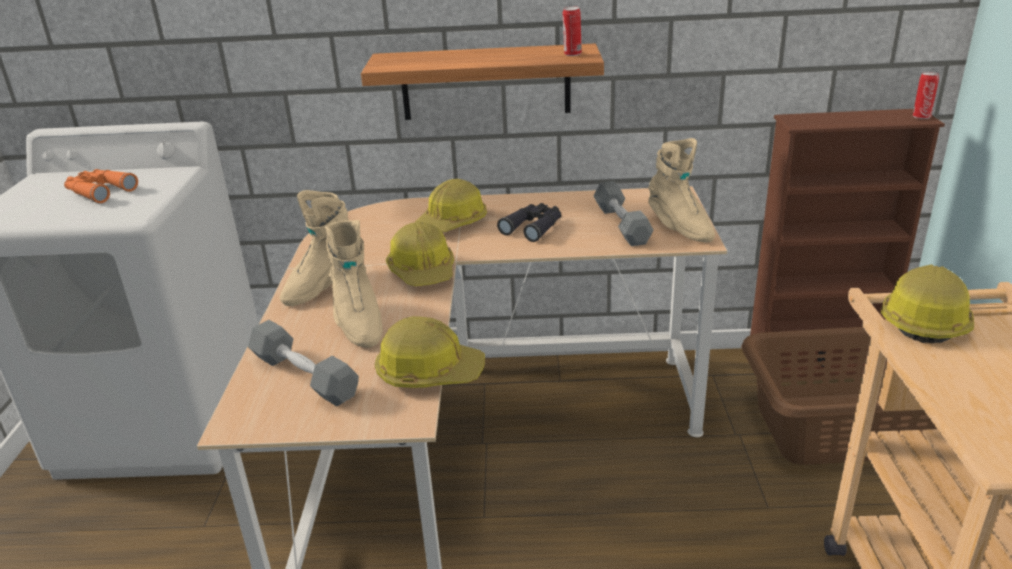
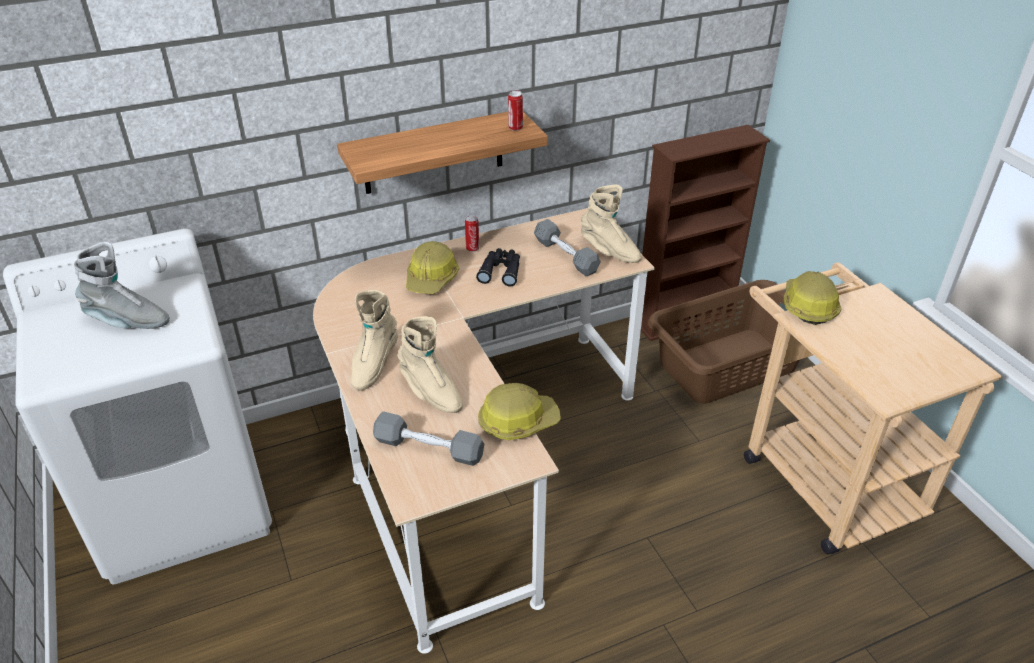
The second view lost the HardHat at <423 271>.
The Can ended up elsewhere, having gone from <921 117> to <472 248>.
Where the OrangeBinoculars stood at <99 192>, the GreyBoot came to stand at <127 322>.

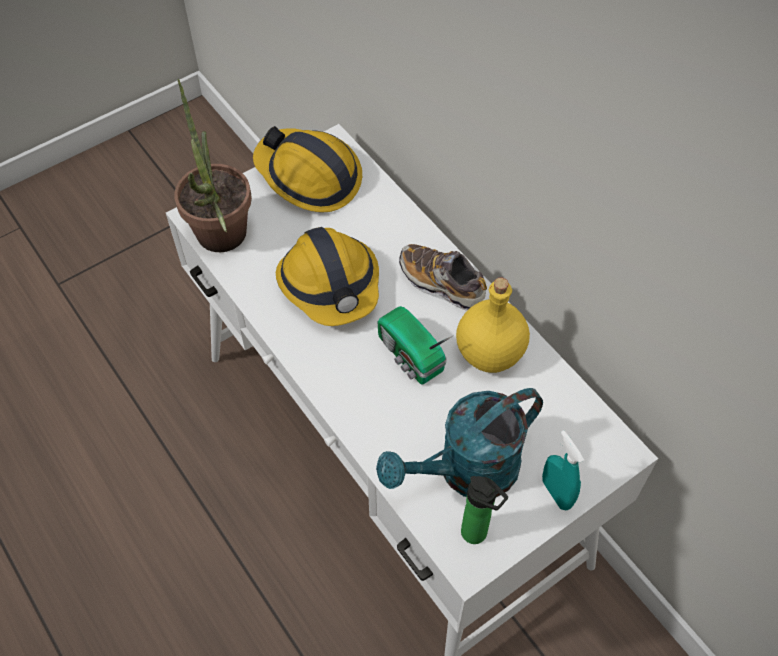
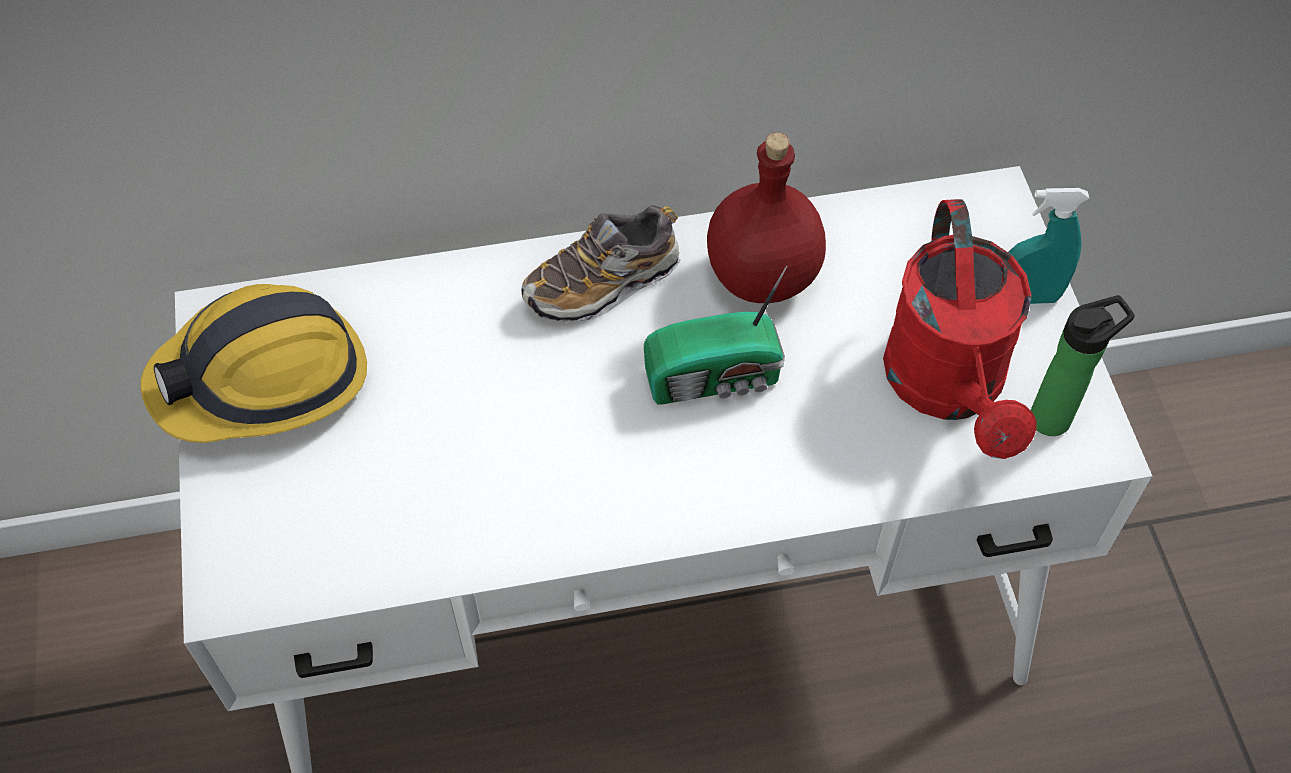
The second view lost the PottedPlant at <221 242>.
The second view lost the HardHat at <330 285>.
What was the TurquoiseWateringCan at <466 472> turned into the RedWateringCan at <950 388>.
What was the YellowBottle at <488 353> turned into the RedBottle at <762 278>.

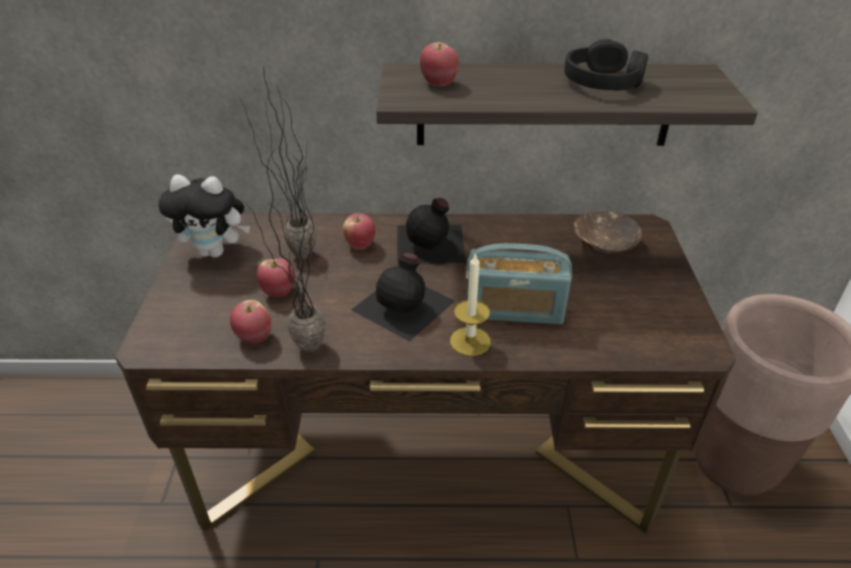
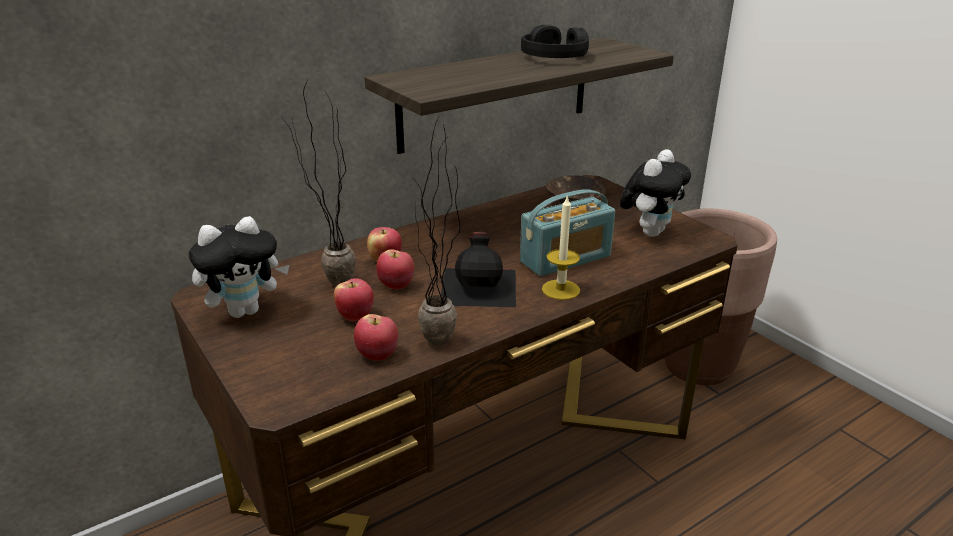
The second view lost the BlackBottle at <431 244>.
The second view gained the PlushToy at <649 232>.
The Apple ended up elsewhere, having gone from <439 83> to <396 285>.

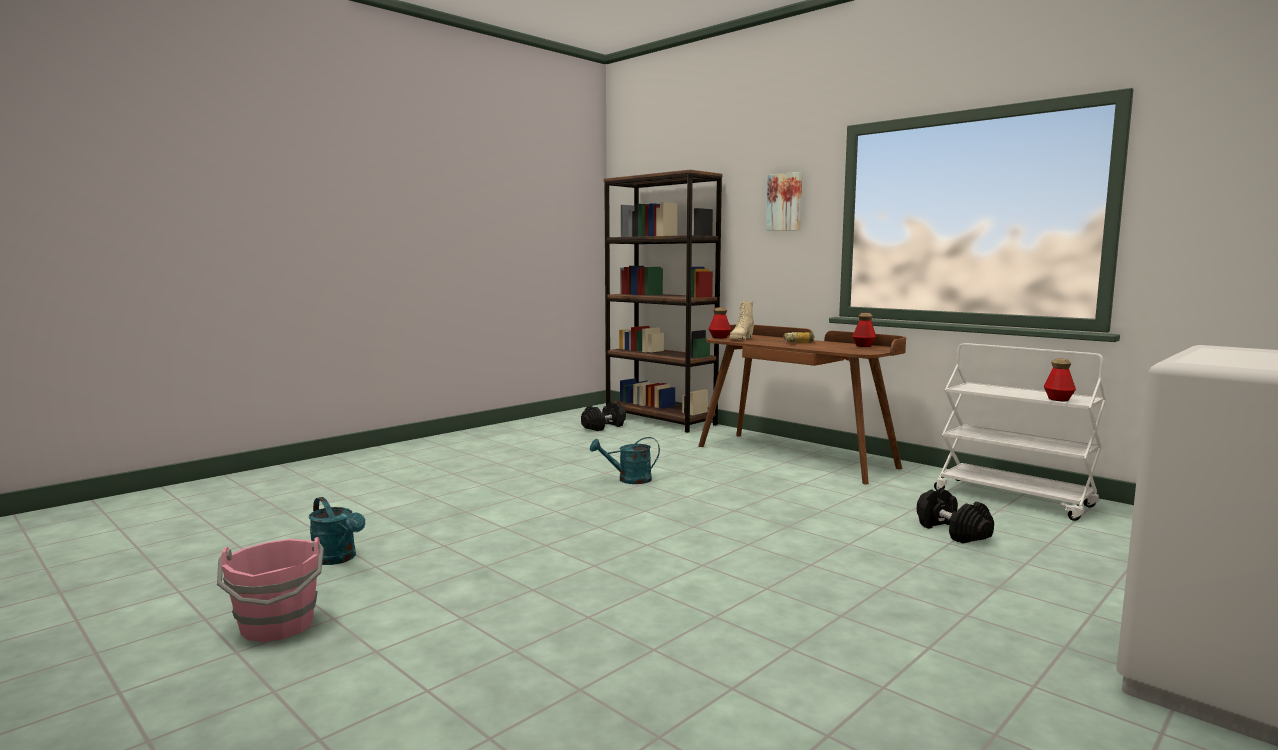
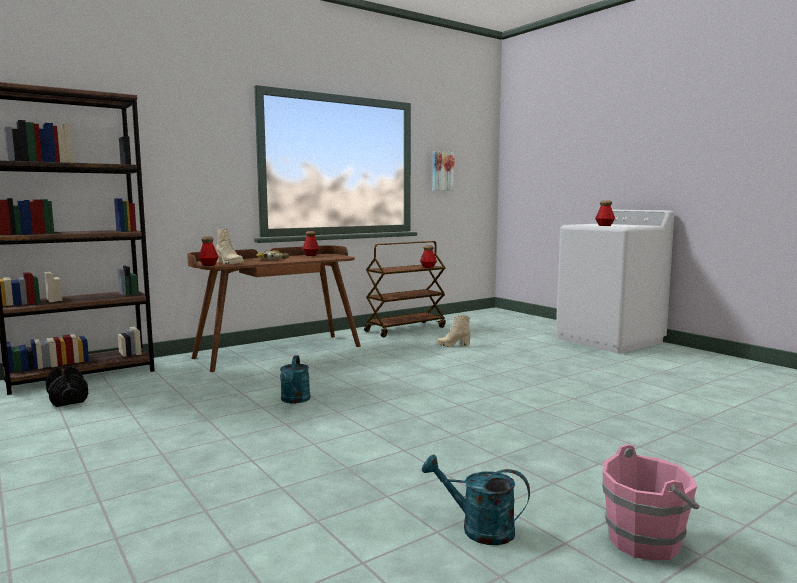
The second view gained the Bottle at <604 225>.
The Picture ended up elsewhere, having gone from <785 202> to <442 171>.
Where the BlackDumbbell stood at <952 532>, the BeigeBoot came to stand at <453 345>.
What was the WhiteCart at <1014 499> turned into the BrownCart at <405 329>.
The TurquoiseWateringCan at <338 559> ended up facing another way, 120 degrees counterclockwise from before.

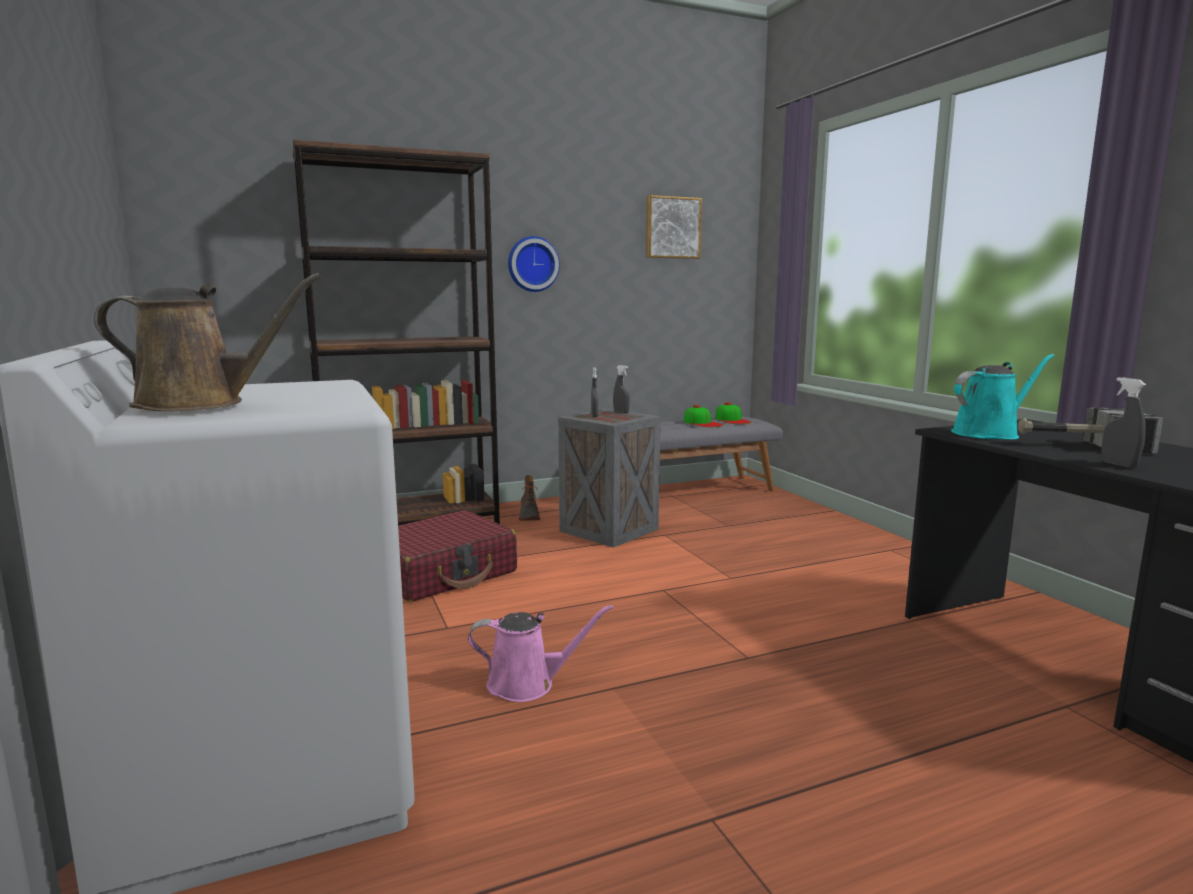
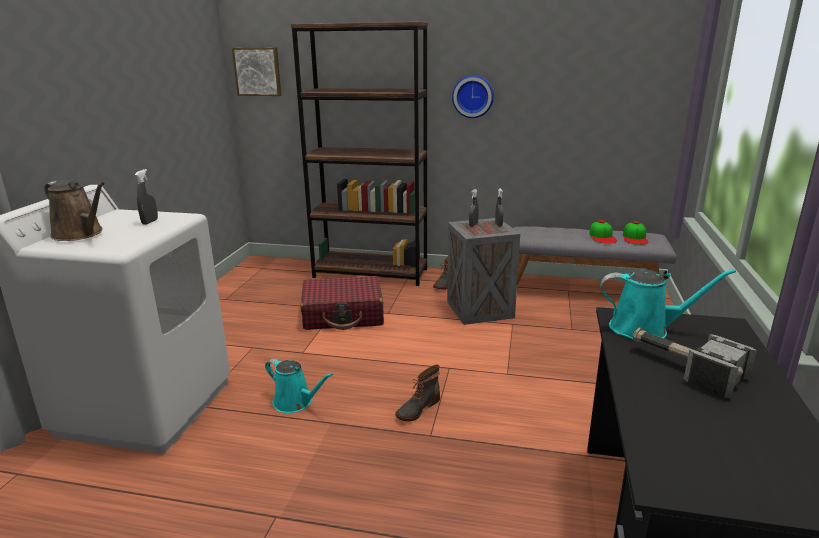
The second view gained the Boot at <417 408>.
The Picture ended up elsewhere, having gone from <672 228> to <258 71>.
The GreySprayBottle ended up elsewhere, having gone from <1119 465> to <150 222>.
What was the PinkWateringCan at <528 684> turned into the TurquoiseWateringCan at <295 402>.

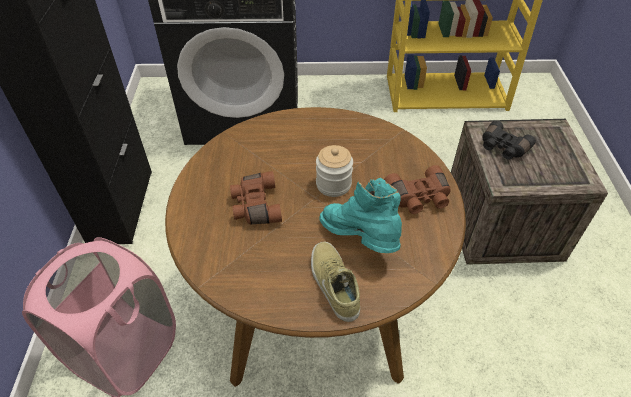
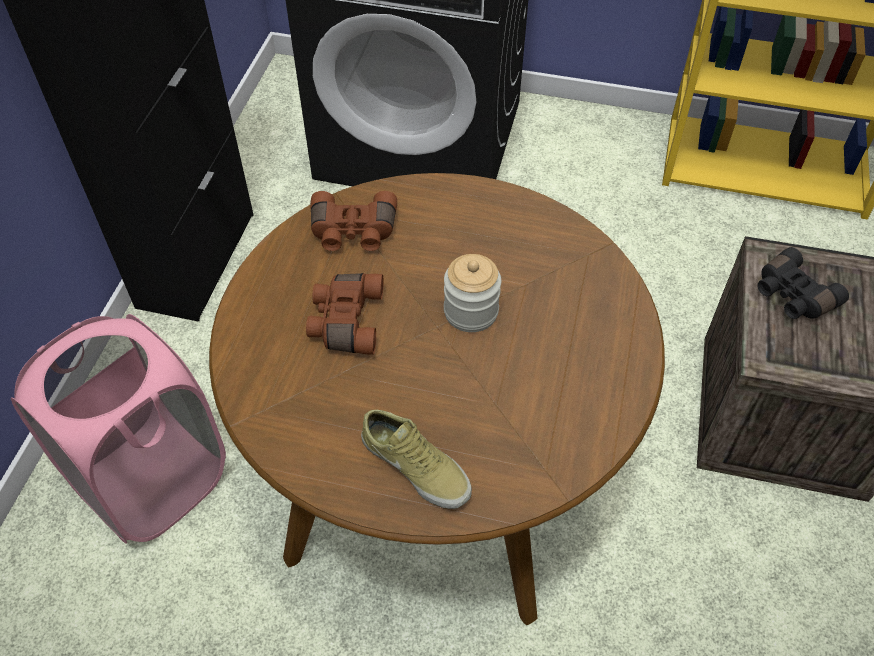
The second view lost the TurquoiseBoot at <360 240>.
The BrownBinoculars ended up elsewhere, having gone from <419 198> to <353 232>.
The BeigeShoe at <333 284> ended up facing another way, 135 degrees clockwise from before.

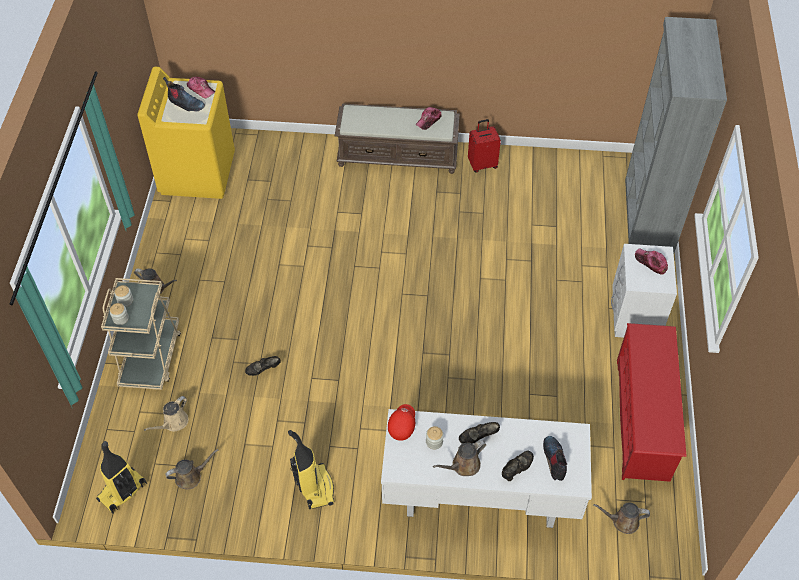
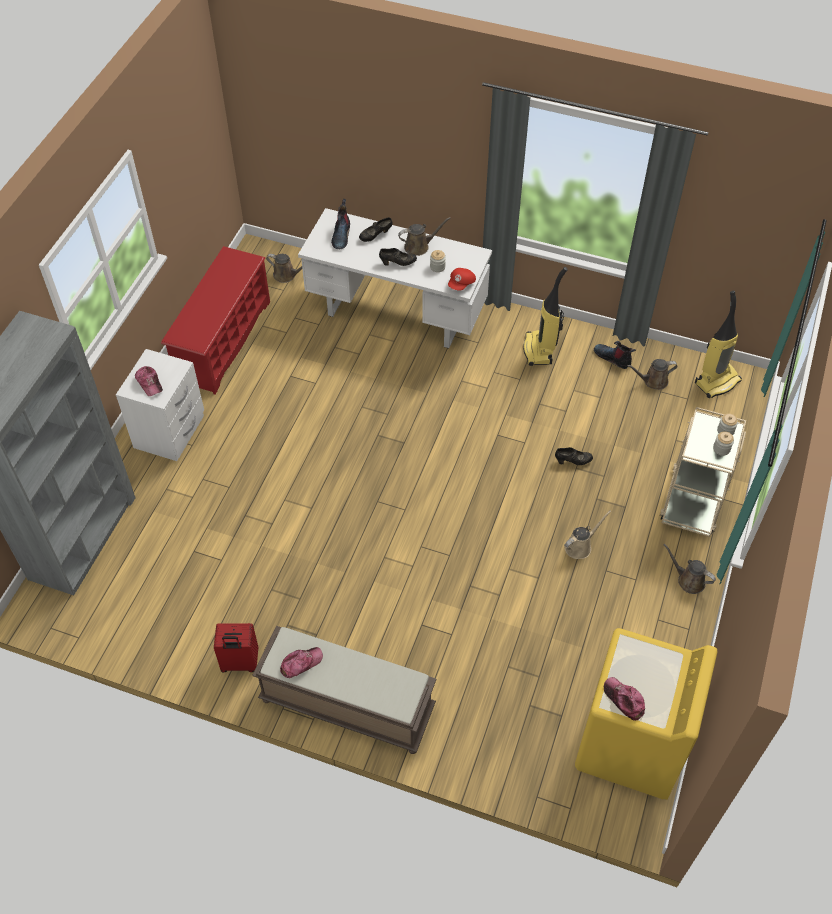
The BeigeWateringCan ended up elsewhere, having gone from <173 423> to <580 546>.
The Boot ended up elsewhere, having gone from <185 104> to <613 358>.

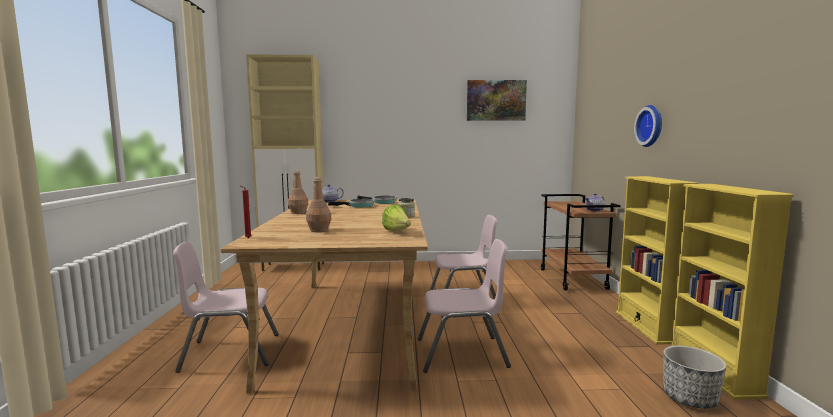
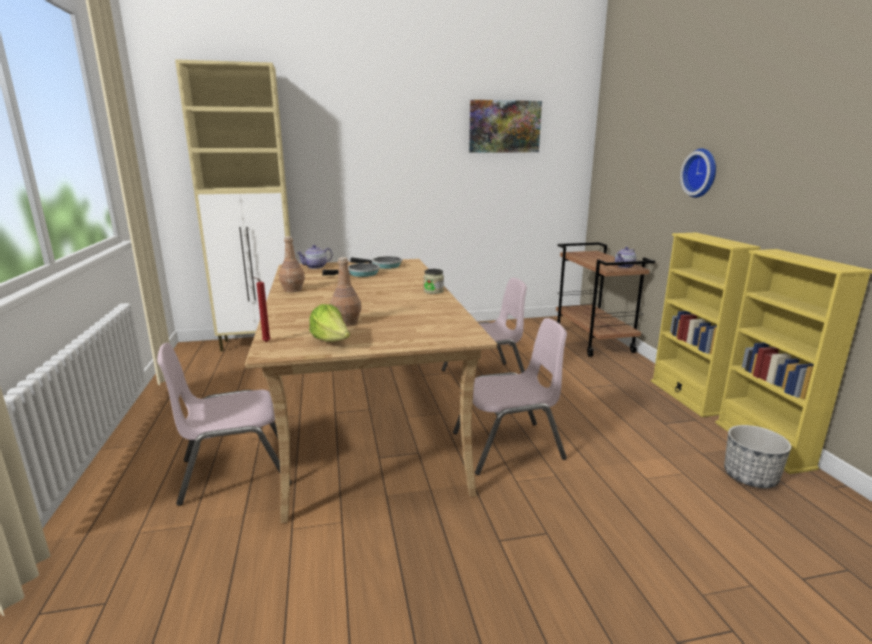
The Lettuce ended up elsewhere, having gone from <397 232> to <332 342>.

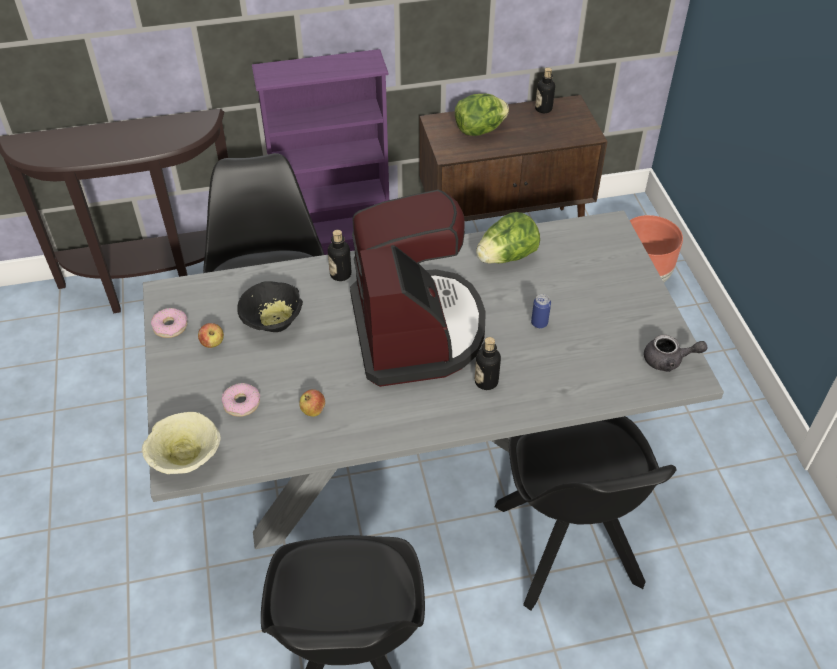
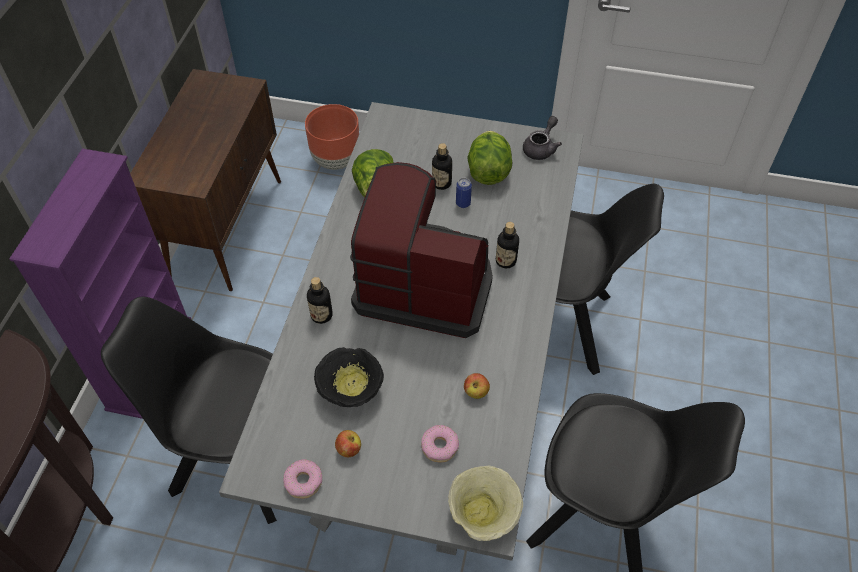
The Lettuce ended up elsewhere, having gone from <479 130> to <488 172>.
The Bottle ended up elsewhere, having gone from <543 109> to <441 183>.

